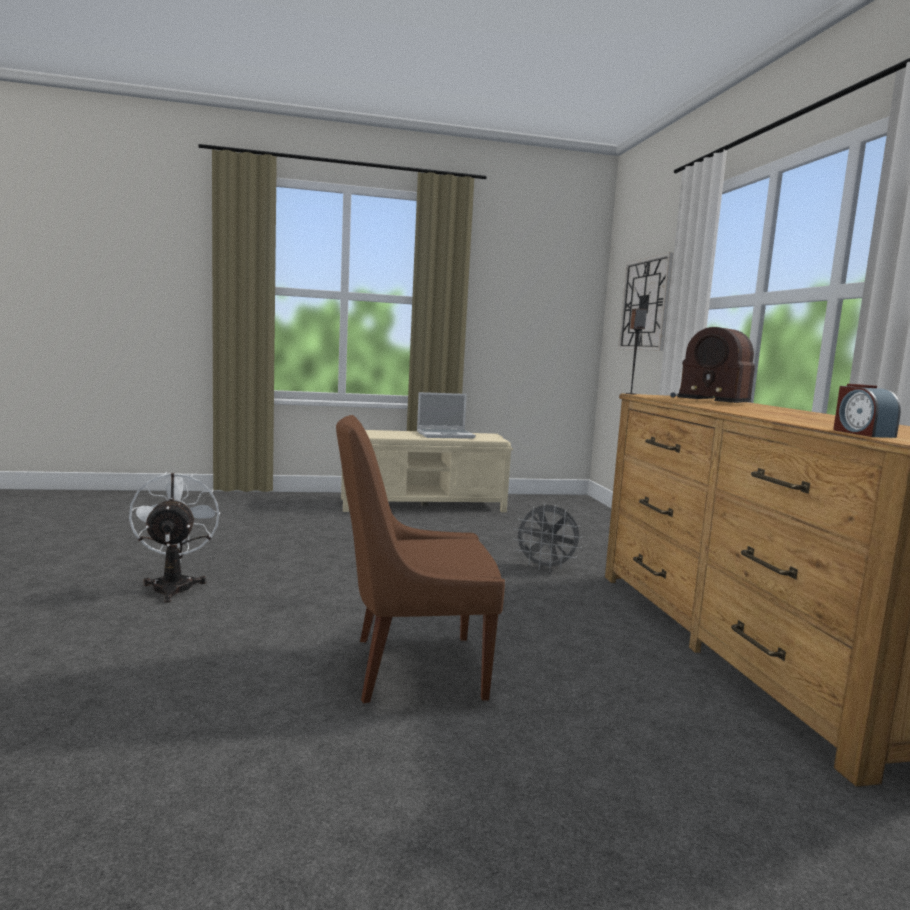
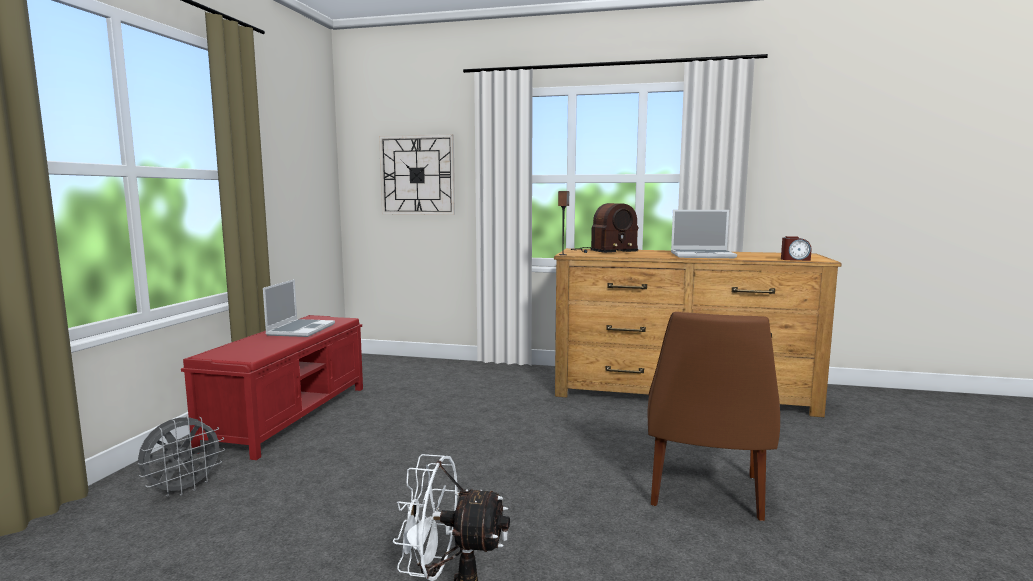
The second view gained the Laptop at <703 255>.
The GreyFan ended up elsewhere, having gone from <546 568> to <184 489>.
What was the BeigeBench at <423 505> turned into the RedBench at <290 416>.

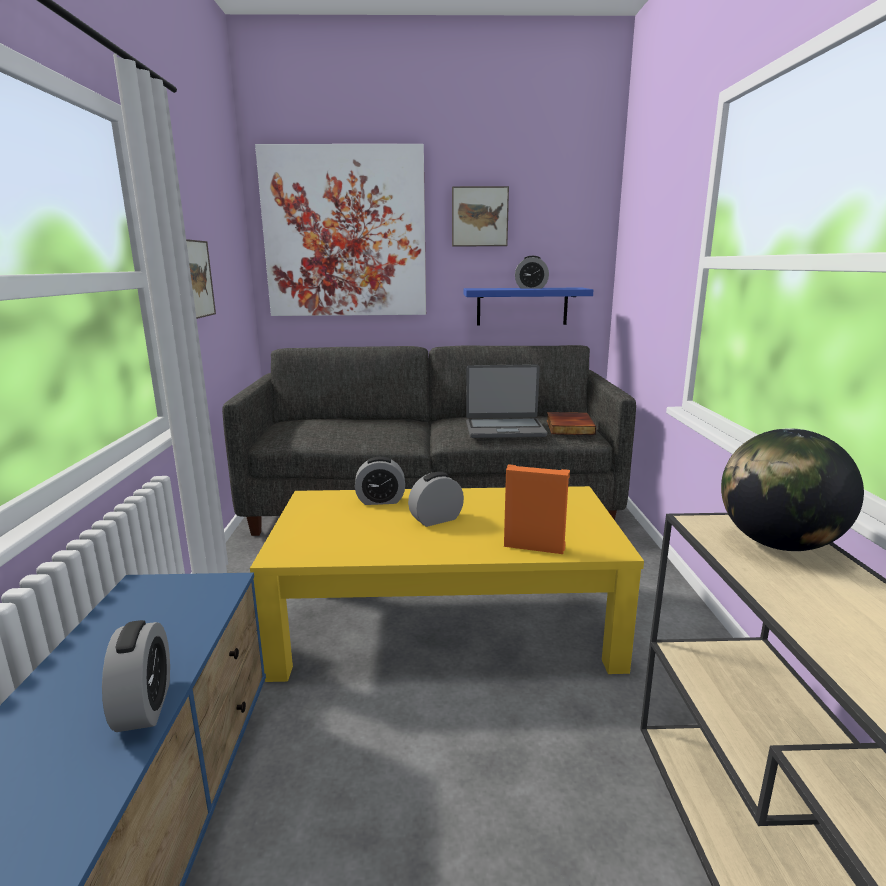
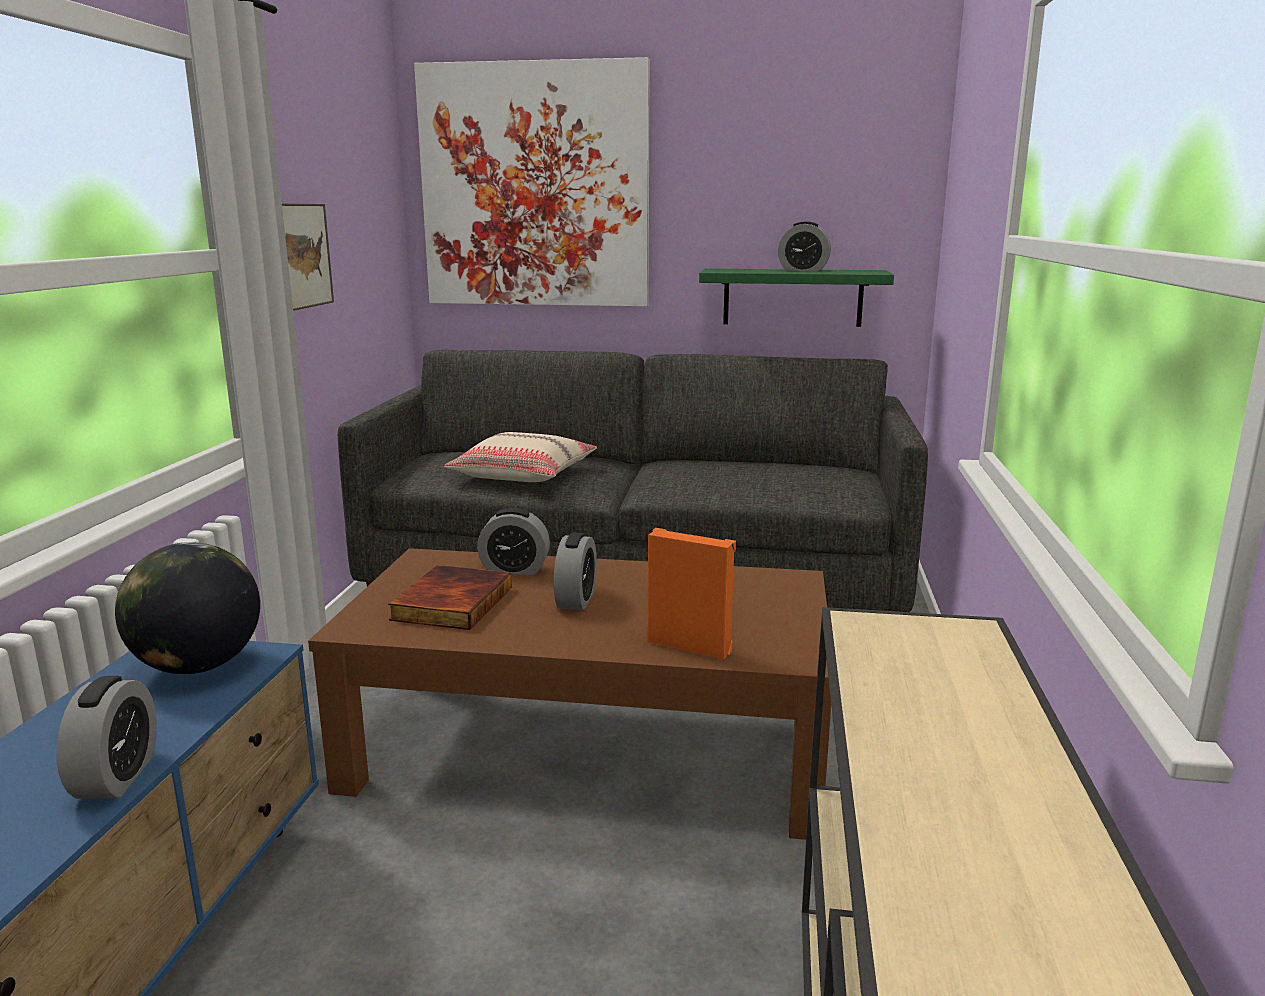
The second view lost the Picture at <479 217>.
The second view lost the Laptop at <504 429>.
The second view gained the BeigePillow at <524 474>.
The Book ended up elsewhere, having gone from <568 427> to <450 603>.
The Globe ended up elsewhere, having gone from <778 544> to <198 666>.
What was the YellowCoffeeTable at <447 622> turned into the BrownCoffeeTable at <591 746>.
What was the BlueShelf at <522 306> turned into the GreenShelf at <792 297>.
The AlarmClock at <436 519> ended up facing another way, 120 degrees clockwise from before.

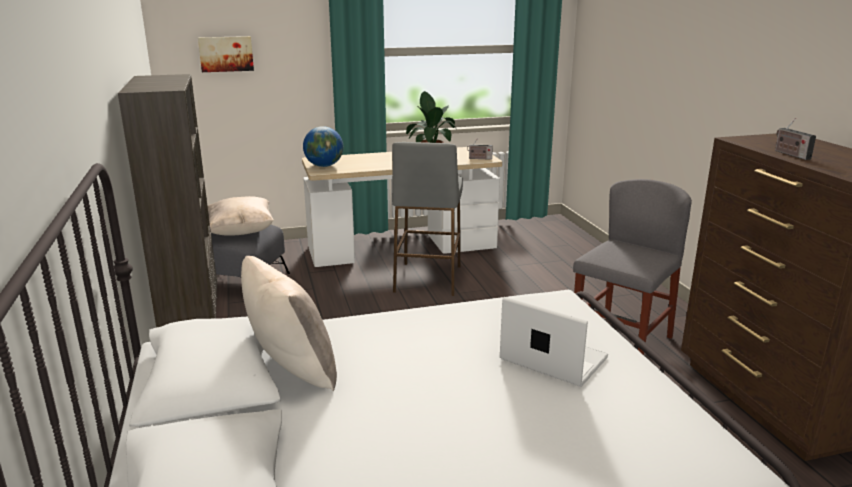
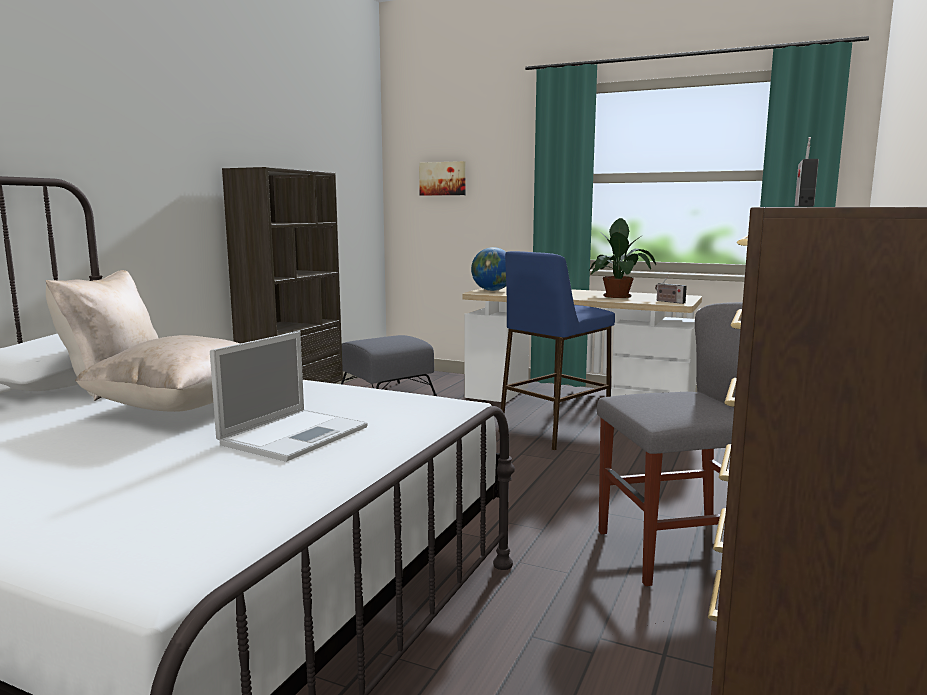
The BeigePillow ended up elsewhere, having gone from <241 232> to <183 408>.
What was the GreyStool at <428 279> turned into the BlueStool at <554 431>.
The Laptop at <551 358> ended up facing another way, 45 degrees clockwise from before.

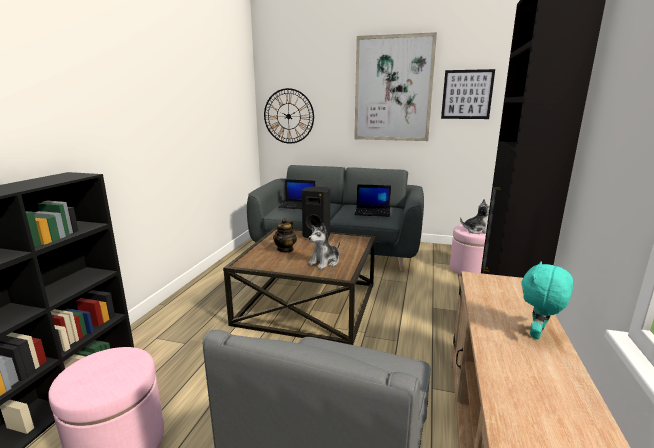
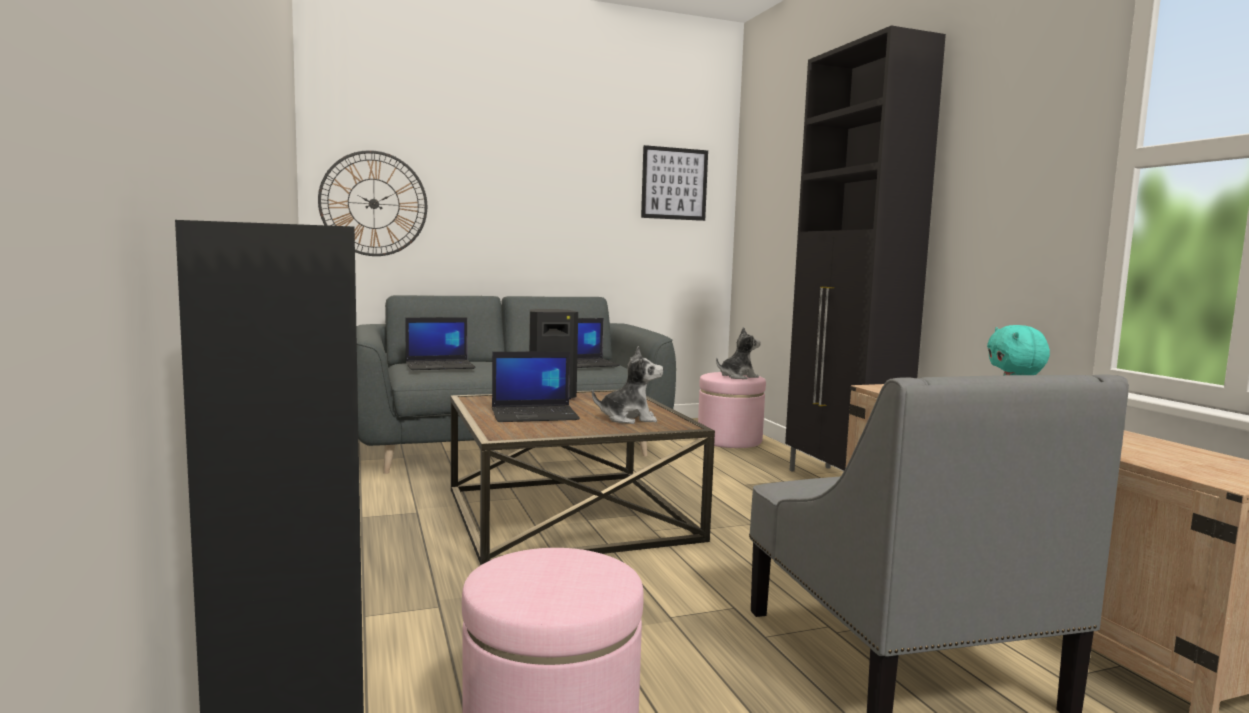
The second view lost the Picture at <393 89>.
Where the Teapot stood at <285 249>, the Laptop came to stand at <535 414>.
The PlushToy at <325 262> ended up facing another way, 105 degrees counterclockwise from before.

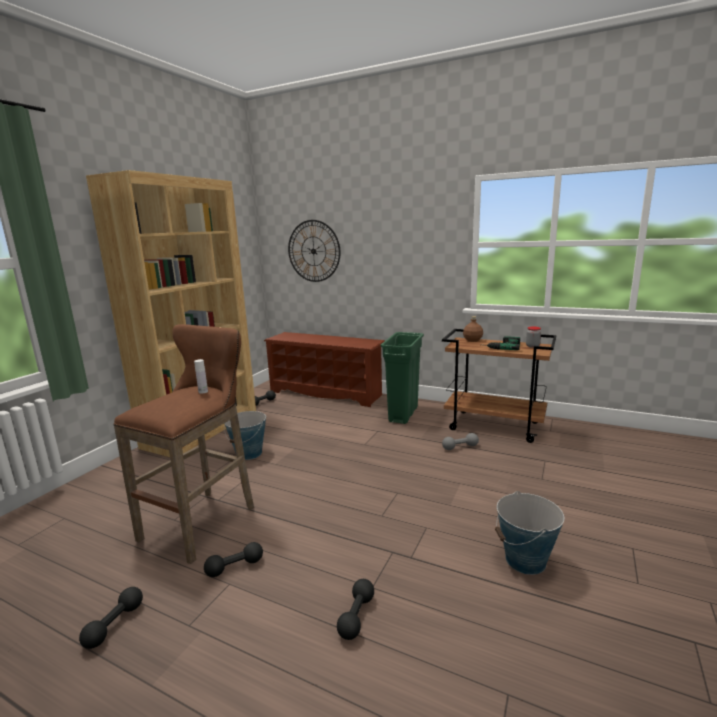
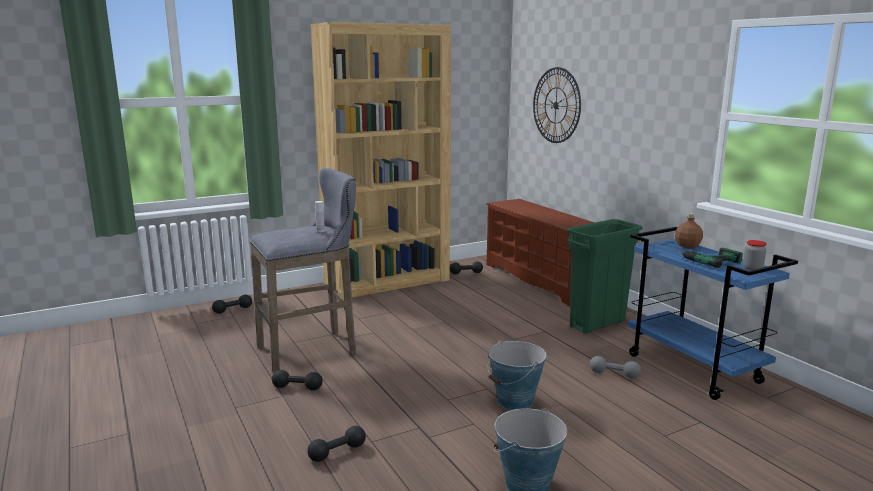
The BlackDumbbell ended up elsewhere, having gone from <114 625> to <233 310>.
The Bucket ended up elsewhere, having gone from <249 453> to <515 401>.
What was the BrownStool at <203 520> turned into the GreyStool at <312 350>.
What was the BrownCart at <495 426> turned into the BlueCart at <695 369>.

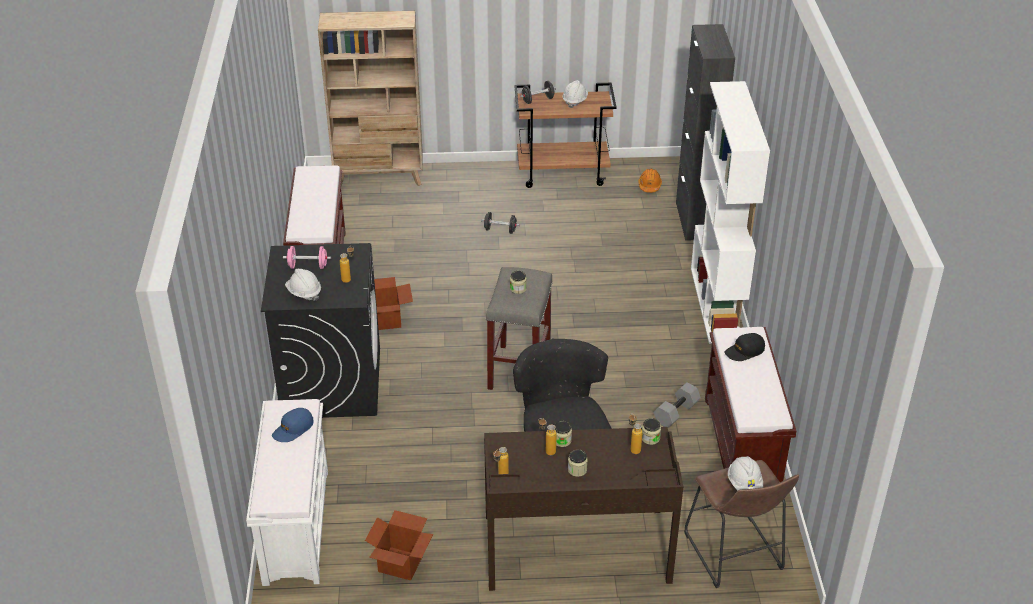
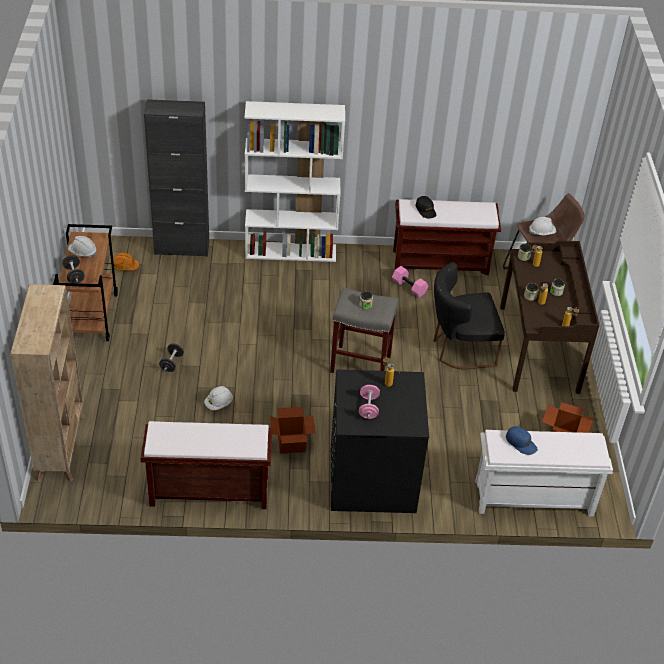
The WhiteHardHat ended up elsewhere, having gone from <304 293> to <219 404>.
What was the GreyDumbbell at <676 413> turned into the PinkDumbbell at <409 287>.

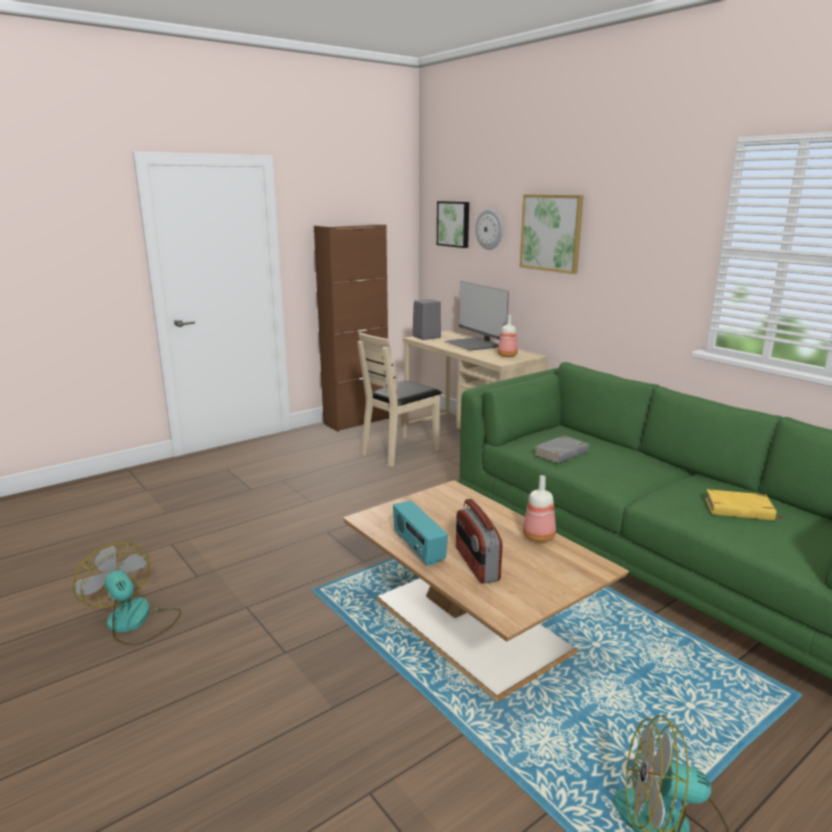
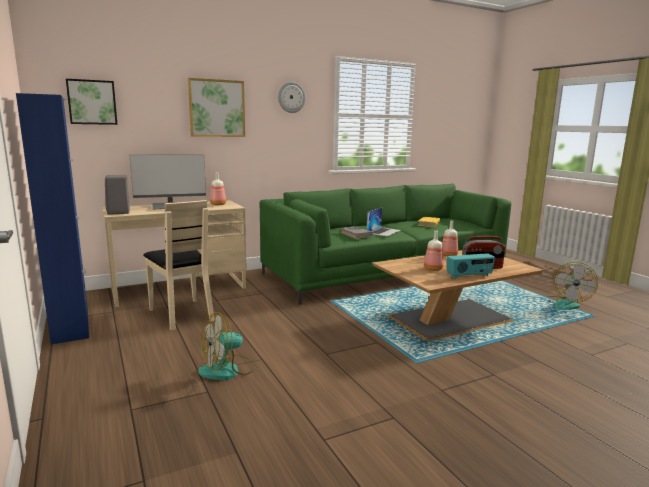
The second view gained the Laptop at <383 231>.
The second view gained the Bottle at <433 269>.
The Fan ended up elsewhere, having gone from <134 622> to <228 370>.
The WallClock ended up elsewhere, having gone from <489 229> to <291 97>.
What was the BrownCabinet at <356 421> turned into the BlueCabinet at <70 327>.

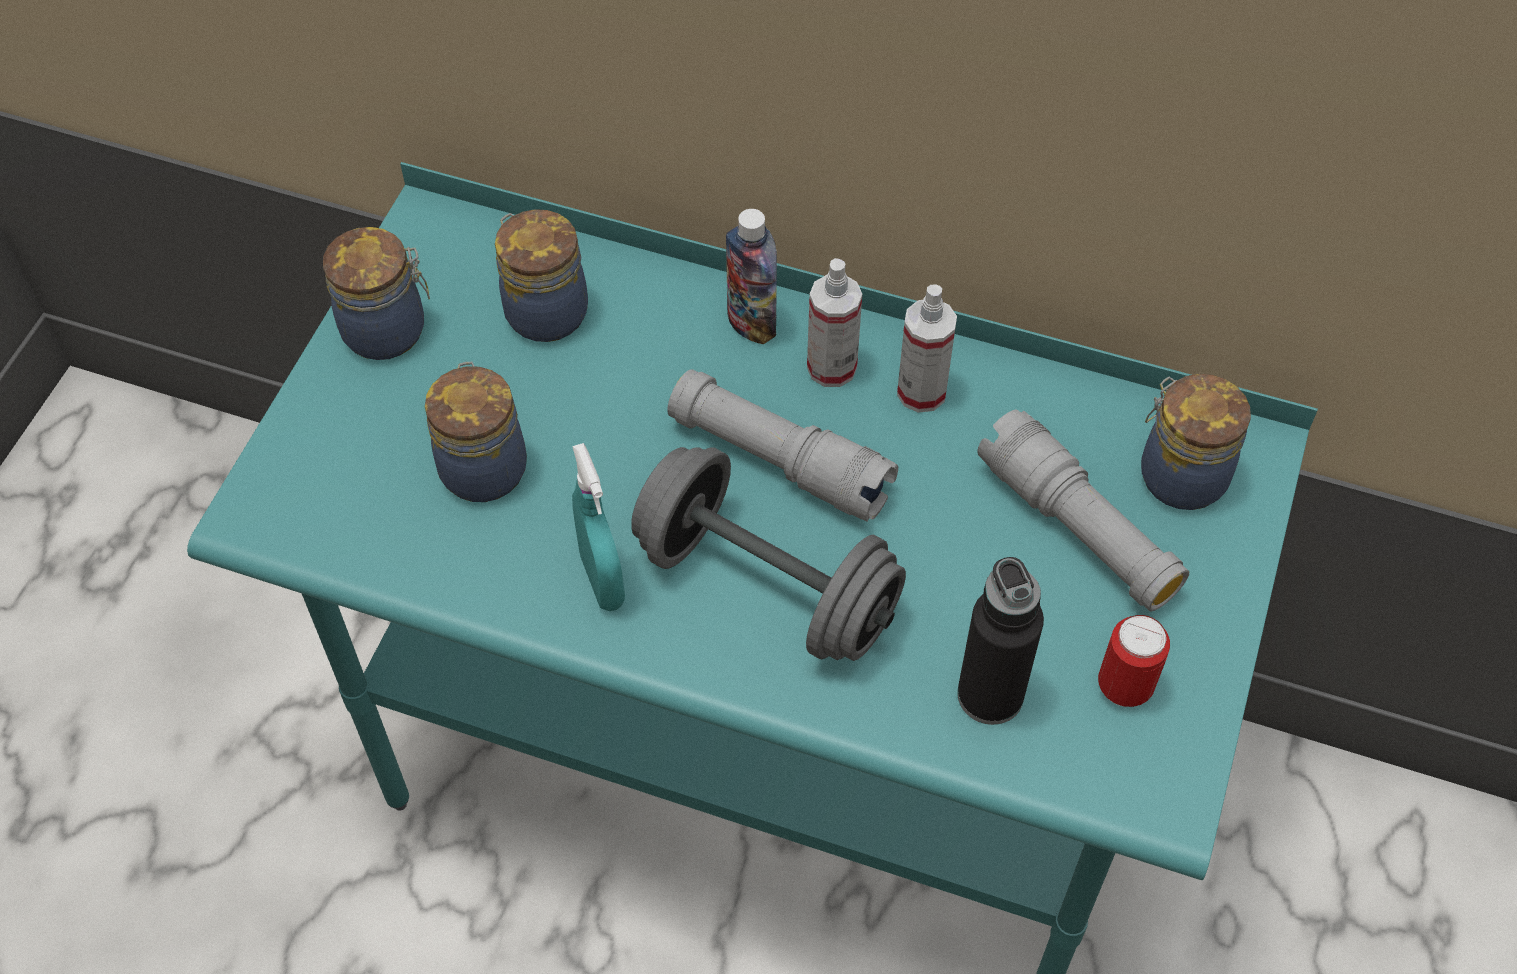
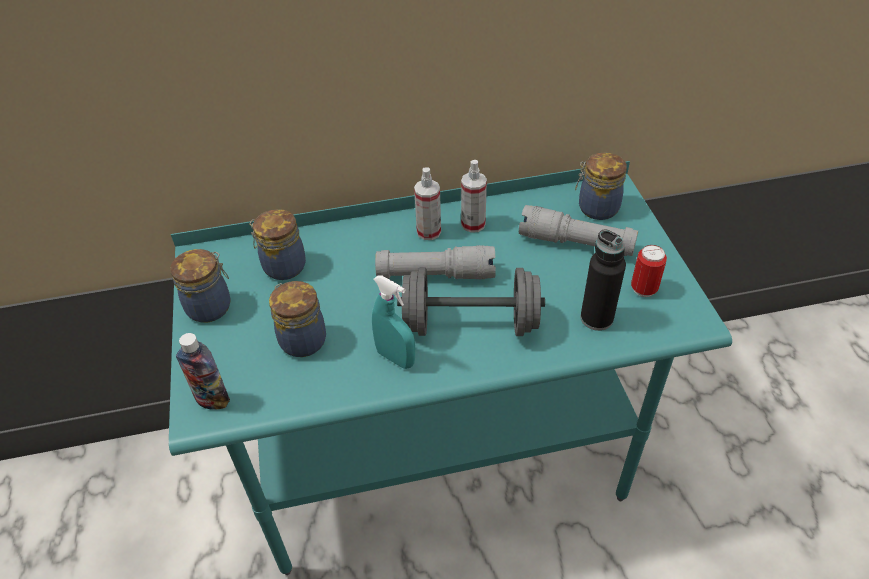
The Bottle ended up elsewhere, having gone from <751 323> to <212 400>.

